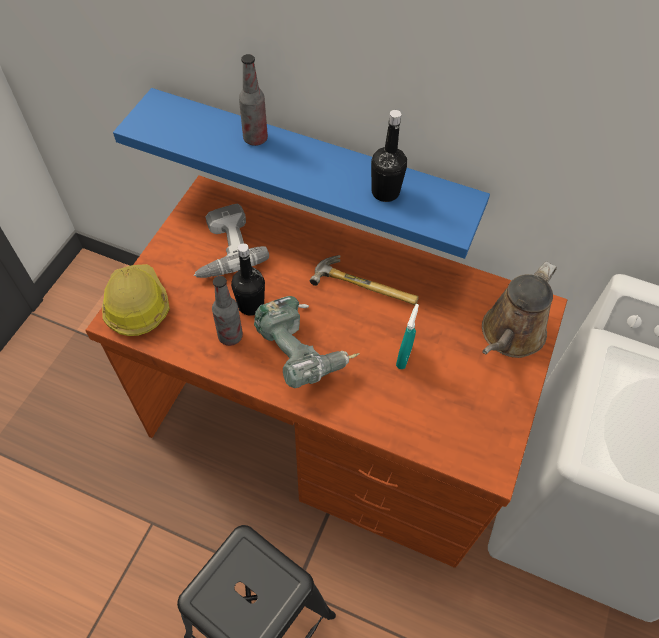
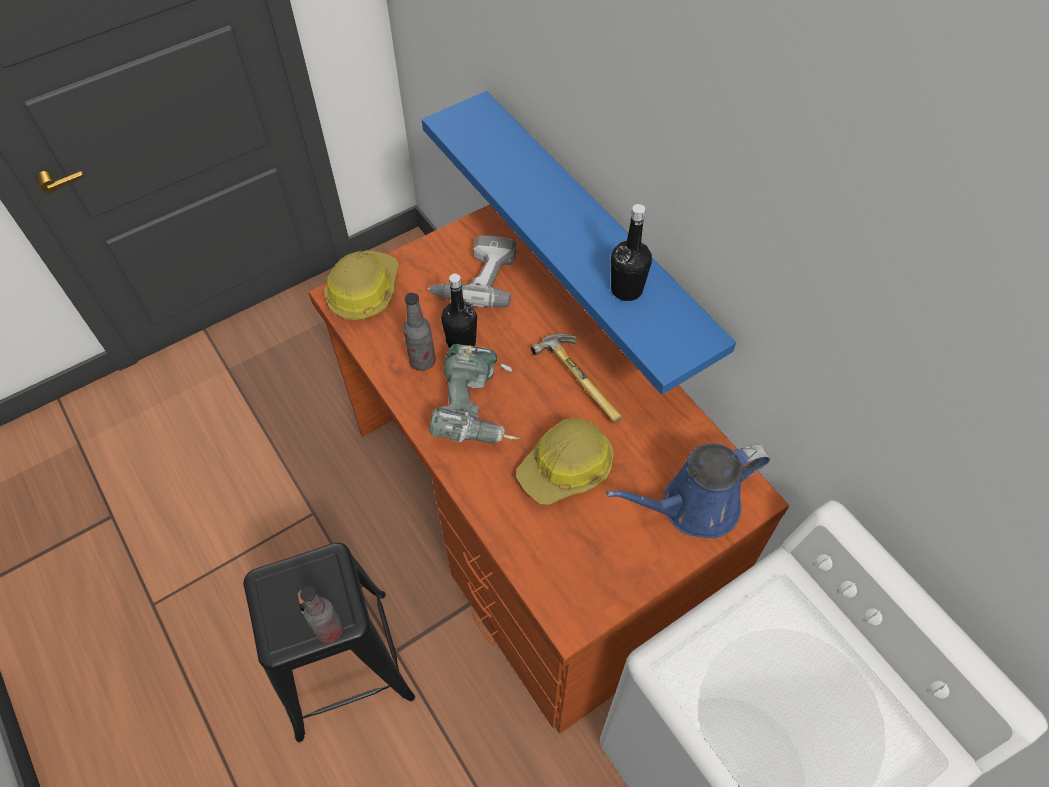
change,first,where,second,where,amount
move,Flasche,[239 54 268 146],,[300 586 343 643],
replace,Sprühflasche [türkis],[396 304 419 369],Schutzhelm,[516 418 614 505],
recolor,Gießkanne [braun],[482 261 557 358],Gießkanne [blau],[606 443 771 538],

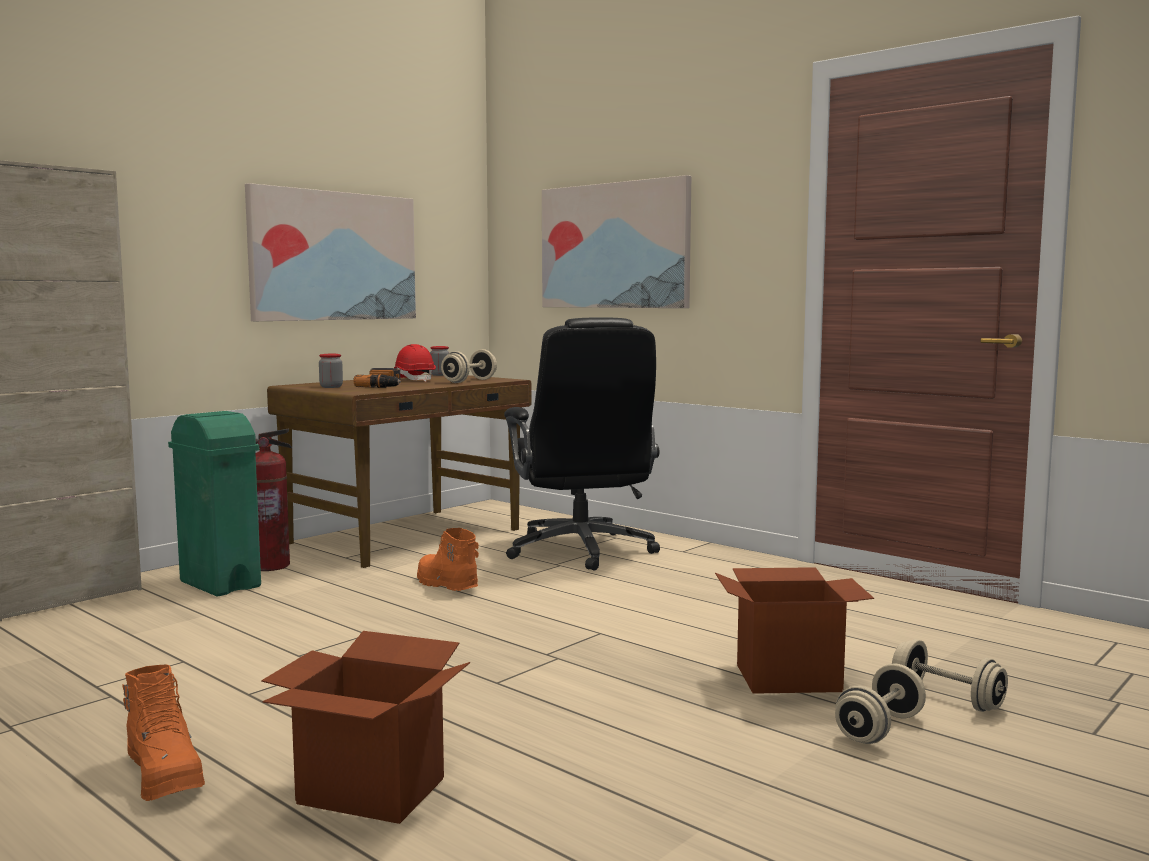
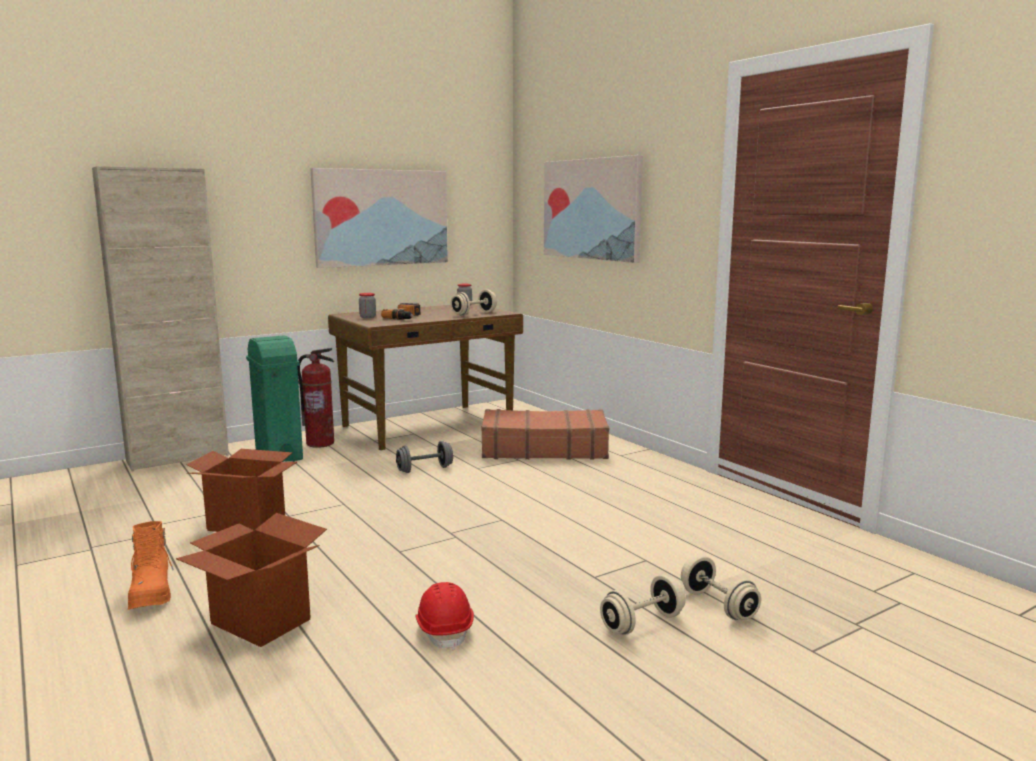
change,first,where,second,where,amount
move,Schutzhelm [rot],[394 344 436 382],,[415 582 474 650],
replace,Stiefel [orange],[417 528 479 591],Hantel [grau],[396 441 453 473],
replace,Bürostuhl [schwarz],[504 317 660 571],Koffer [braun],[481 409 609 460],
move,Karton,[715 567 874 694],,[186 449 297 532],

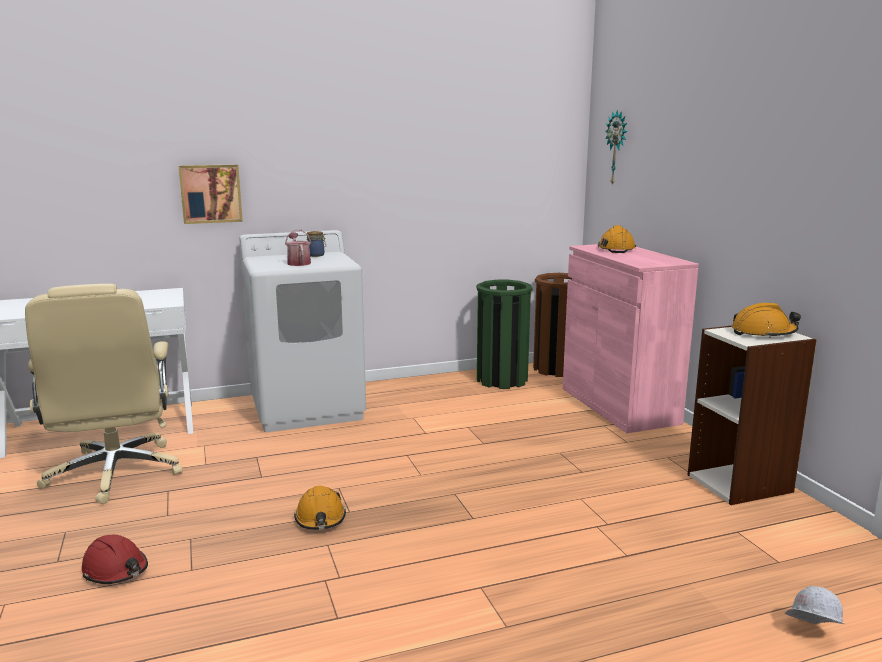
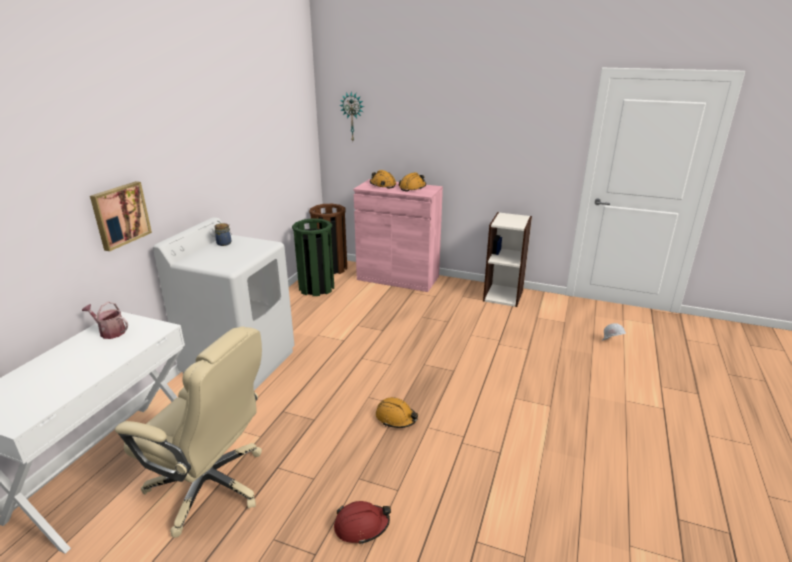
change,first,where,second,where,amount
move,Gießkanne,[285 230 311 266],,[82 302 128 339],
move,Schutzhelm [orange],[732 303 801 338],,[398 172 426 192],

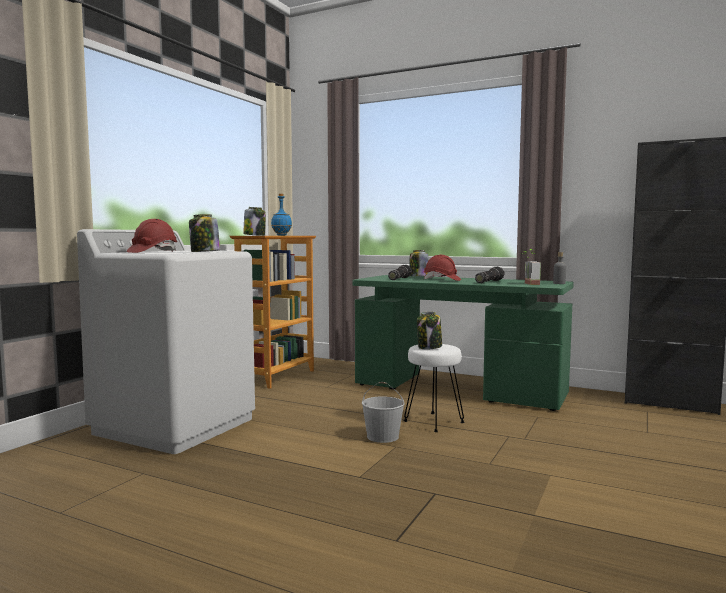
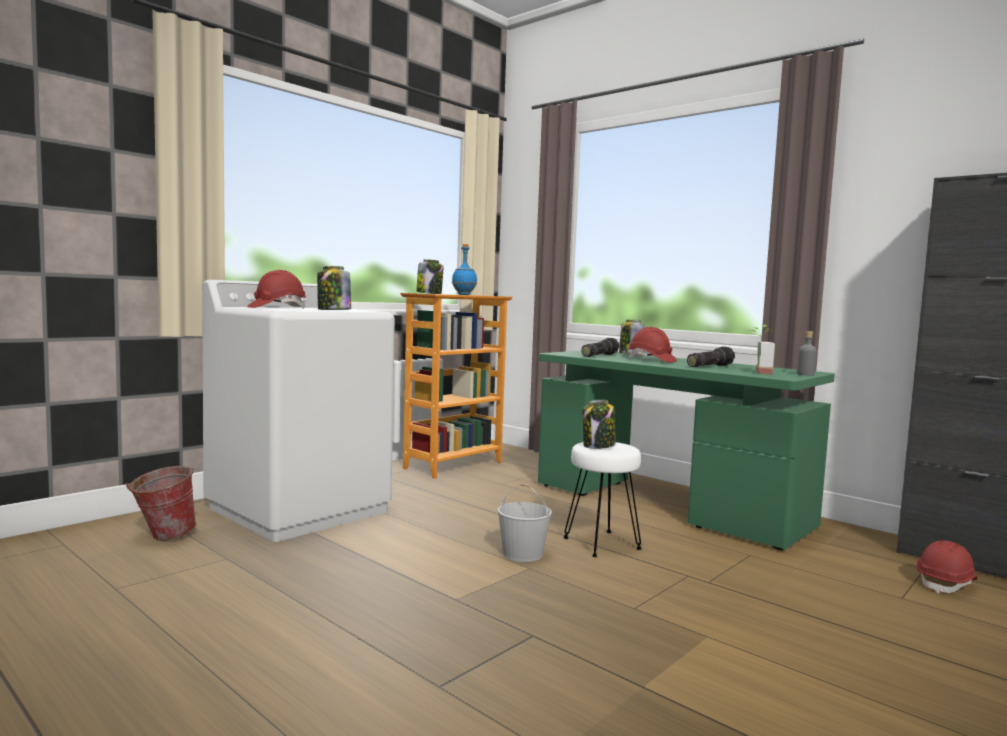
change,first,where,second,where,amount
insert,,,Eimer,[126 466 196 541],
insert,,,Schutzhelm [rot],[916 540 978 594],

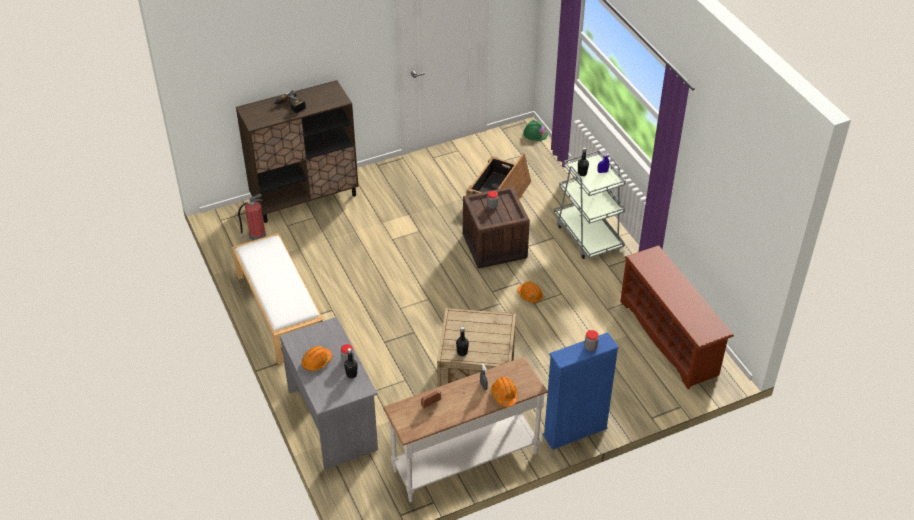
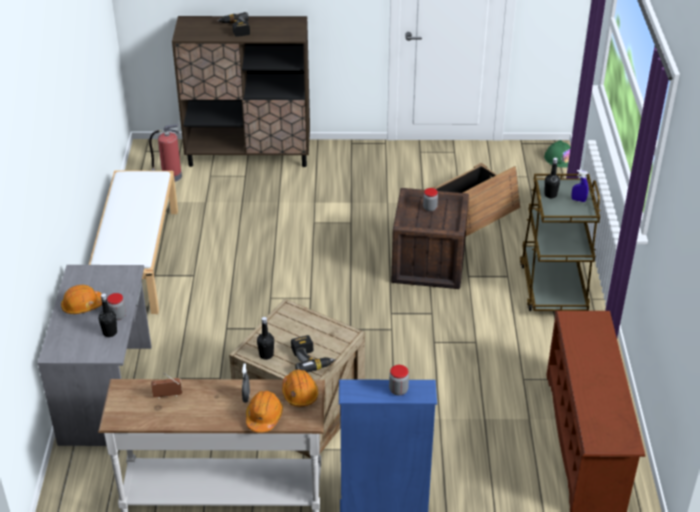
change,first,where,second,where,amount
move,Schutzhelm [orange],[517 281 543 303],,[282 370 318 407],
recolor,Rollwagen [grau],[554 150 626 259],Rollwagen [braun],[520 174 601 311],
insert,,,Bohrmaschine,[291 335 336 373],

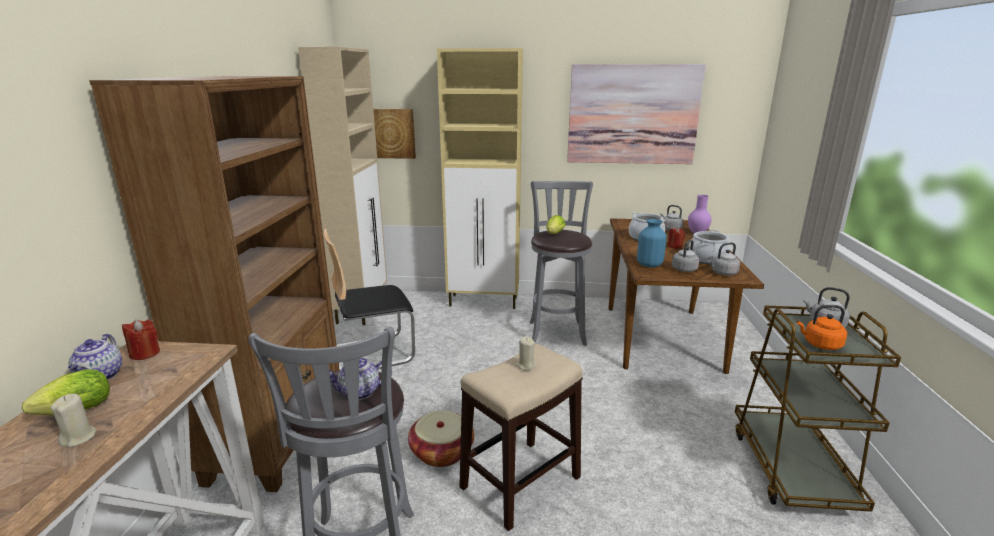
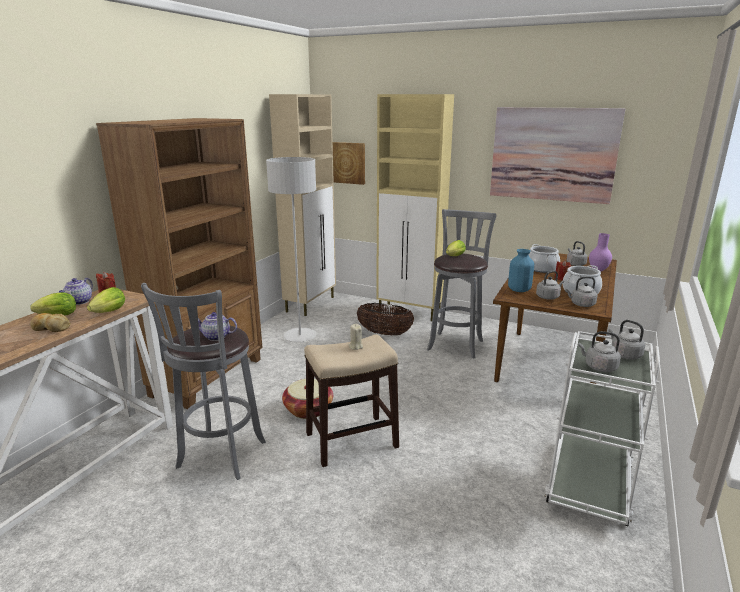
change,first,where,second,where,amount
replace,Kerze [beige],[51 394 96 447],Brot,[30 313 71 332],
replace,Stuhl,[324 229 415 370],Stehlampe [grau],[266 157 316 342],
recolor,Rollwagen [braun],[735 306 901 512],Rollwagen [weiß],[544 331 660 526],
recolor,Wasserkessel [orange],[797 305 847 350],Wasserkessel [grau],[578 331 621 372],
insert,,,Salatkopf,[87 287 125 313],
insert,,,Korb,[357 303 414 335],

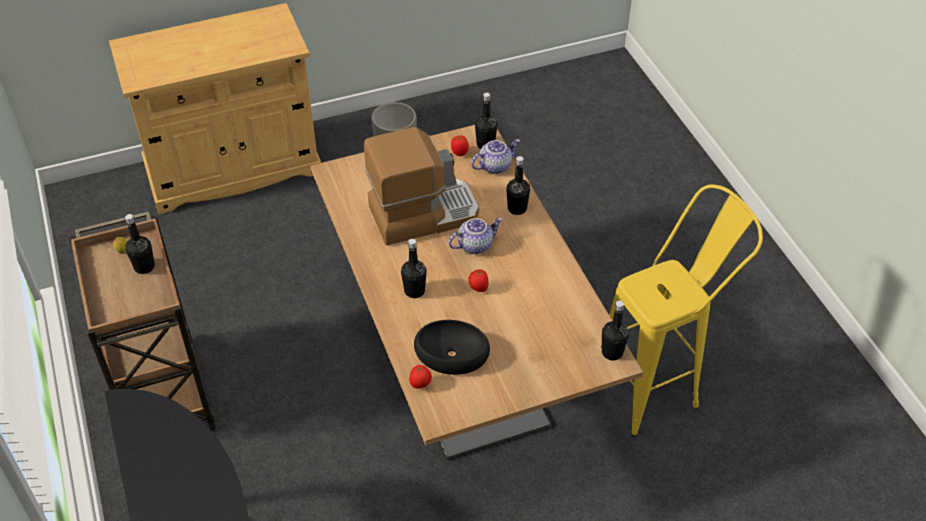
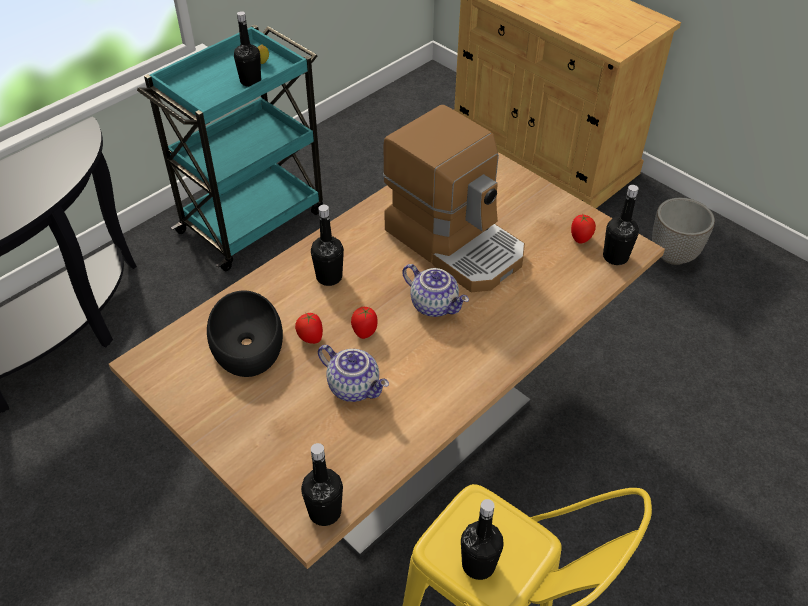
change,first,where,second,where,amount
recolor,Rollwagen [braun],[69 212 216 432],Rollwagen [türkis],[137 25 323 271],
move,Tomate,[409 365 432 389],,[295 313 323 344],
move,Teekanne,[471 139 520 174],,[318 345 389 402],
move,Flasche [schwarz],[506 156 530 215],,[461 499 503 580],

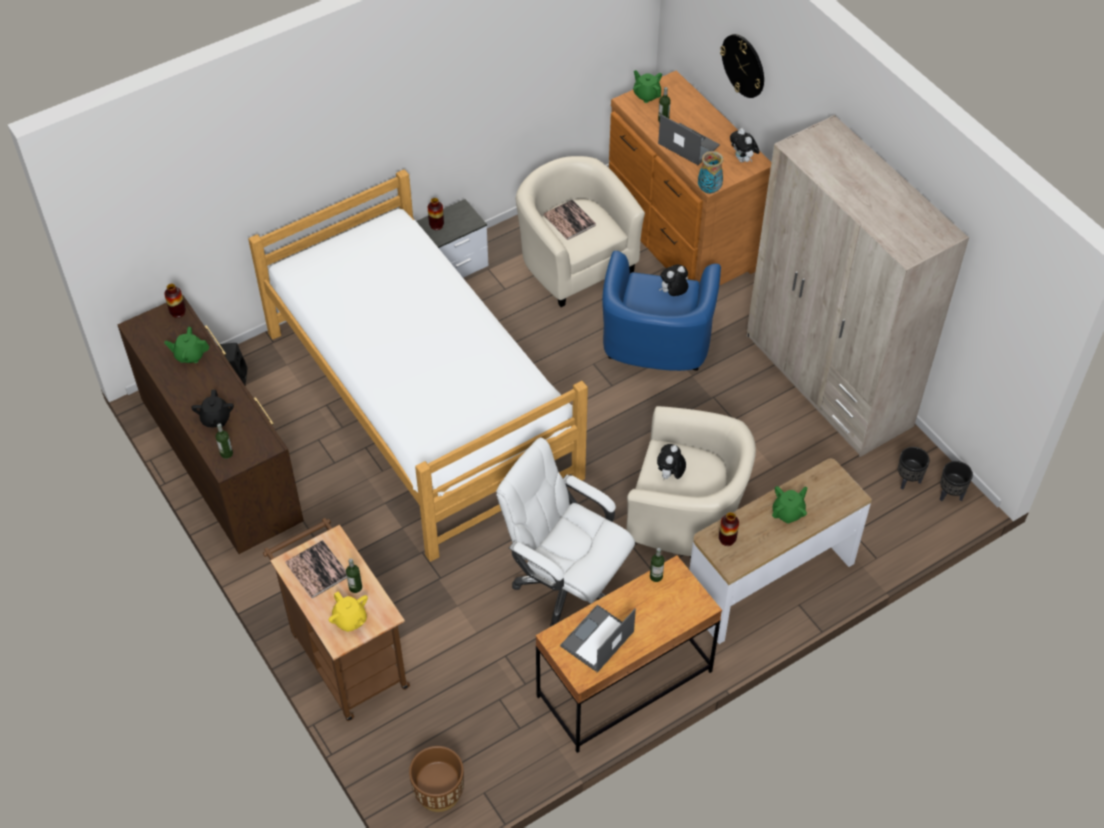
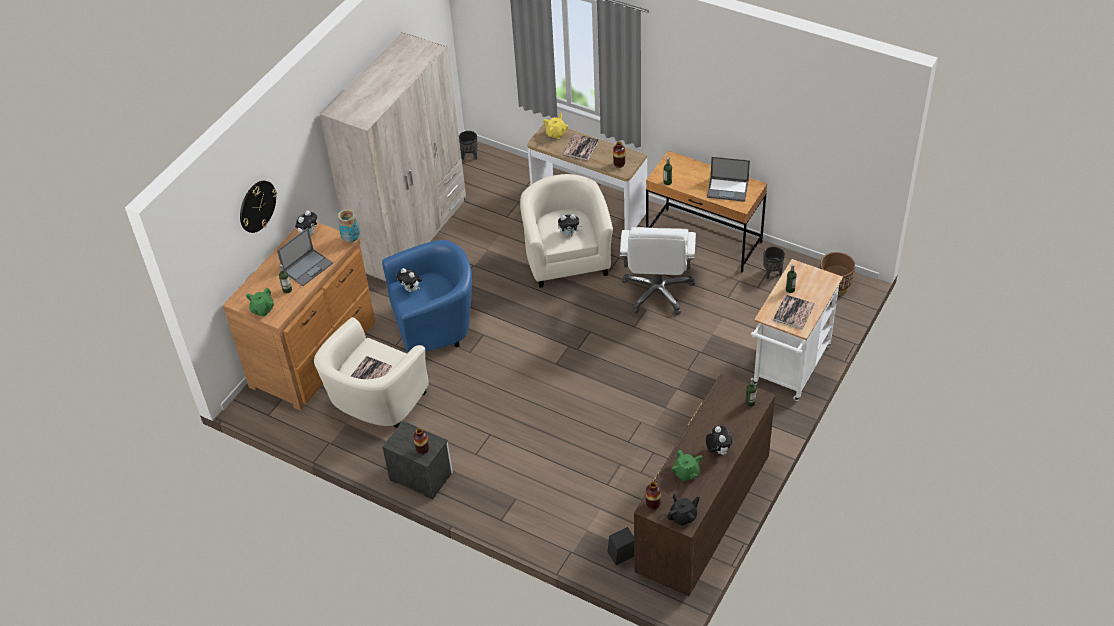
change,first,where,second,where,amount
move,Teekanne [schwarz],[191 390 234 427],,[667 494 700 526],
delete,Bett,[248 169 588 562],,,
recolor,Rollwagen [braun],[263 518 410 721],Rollwagen [weiß],[751 259 843 401],
move,Teekanne [gelb],[329 591 368 632],,[543 113 568 139],
rotate,Laptop,[658 115 720 165],,[277 228 333 286],150 degrees counterclockwise
replace,Teekanne [grün],[772 486 807 524],Buch,[562 134 599 161],
move,Pflanzkübel [schwarz],[898 447 930 490],,[763 247 785 279],
insert,,,Plüschtier,[706 425 732 455],

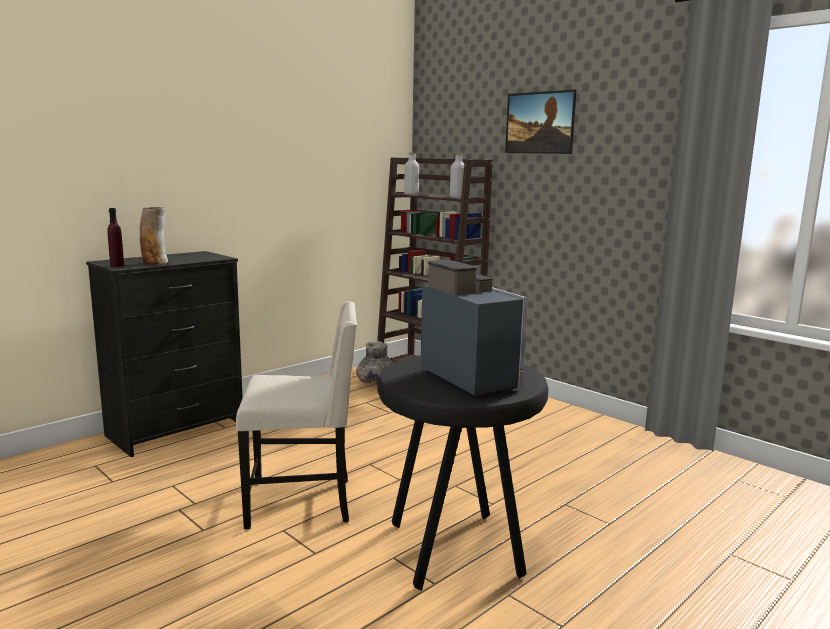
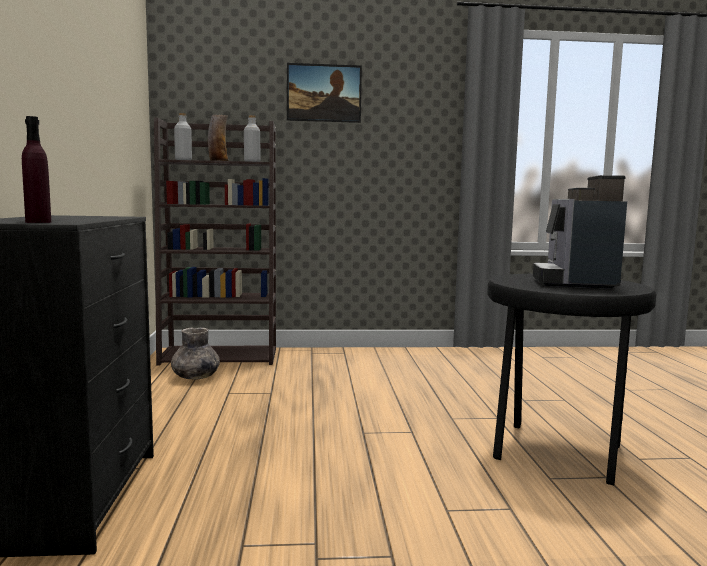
change,first,where,second,where,amount
move,Vase,[140 207 168 265],,[208 115 228 161],
delete,Stuhl [beige],[236 301 357 529],,,
rotate,Kaffeemaschine,[421 260 528 396],,[533 175 627 289],90 degrees counterclockwise

